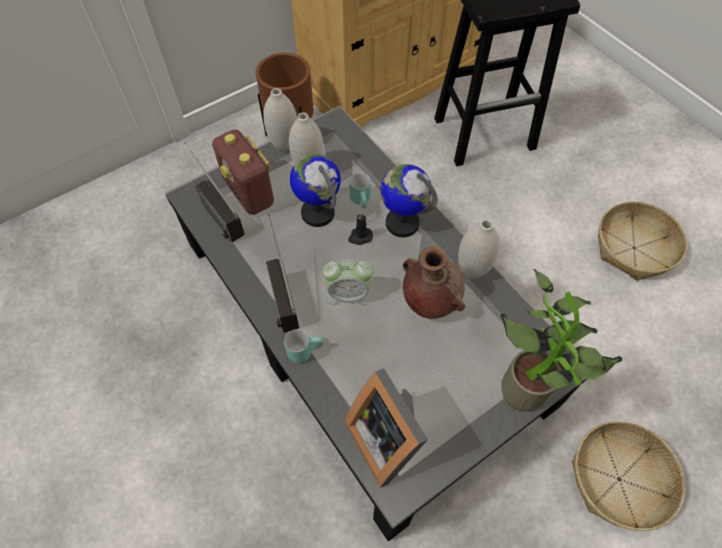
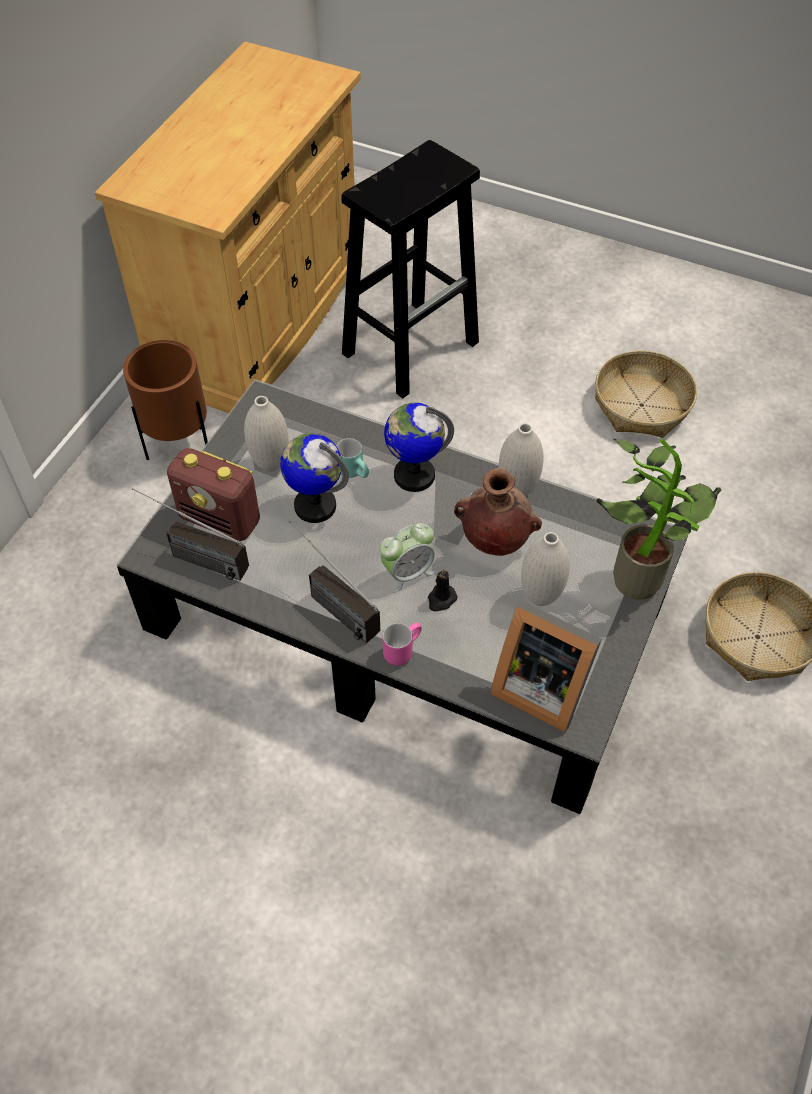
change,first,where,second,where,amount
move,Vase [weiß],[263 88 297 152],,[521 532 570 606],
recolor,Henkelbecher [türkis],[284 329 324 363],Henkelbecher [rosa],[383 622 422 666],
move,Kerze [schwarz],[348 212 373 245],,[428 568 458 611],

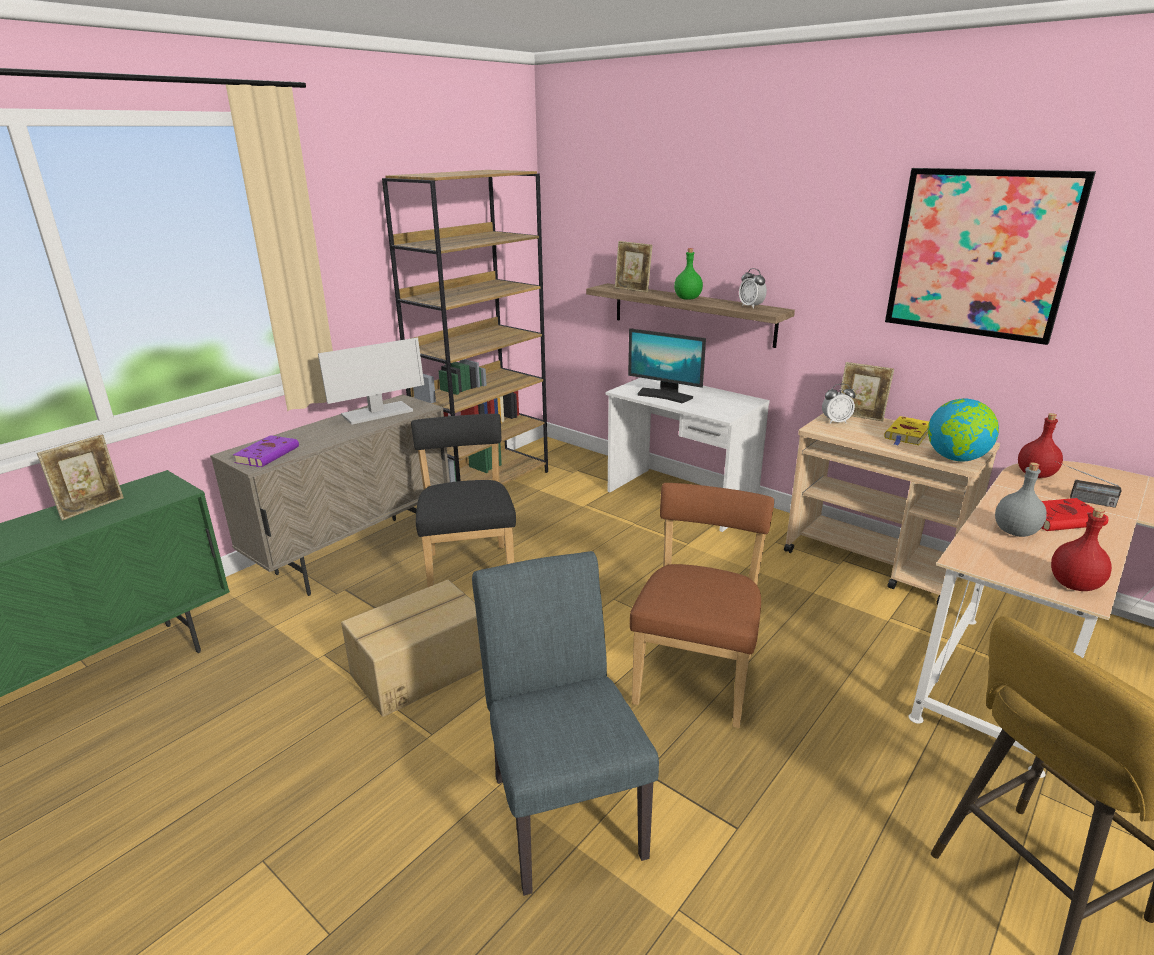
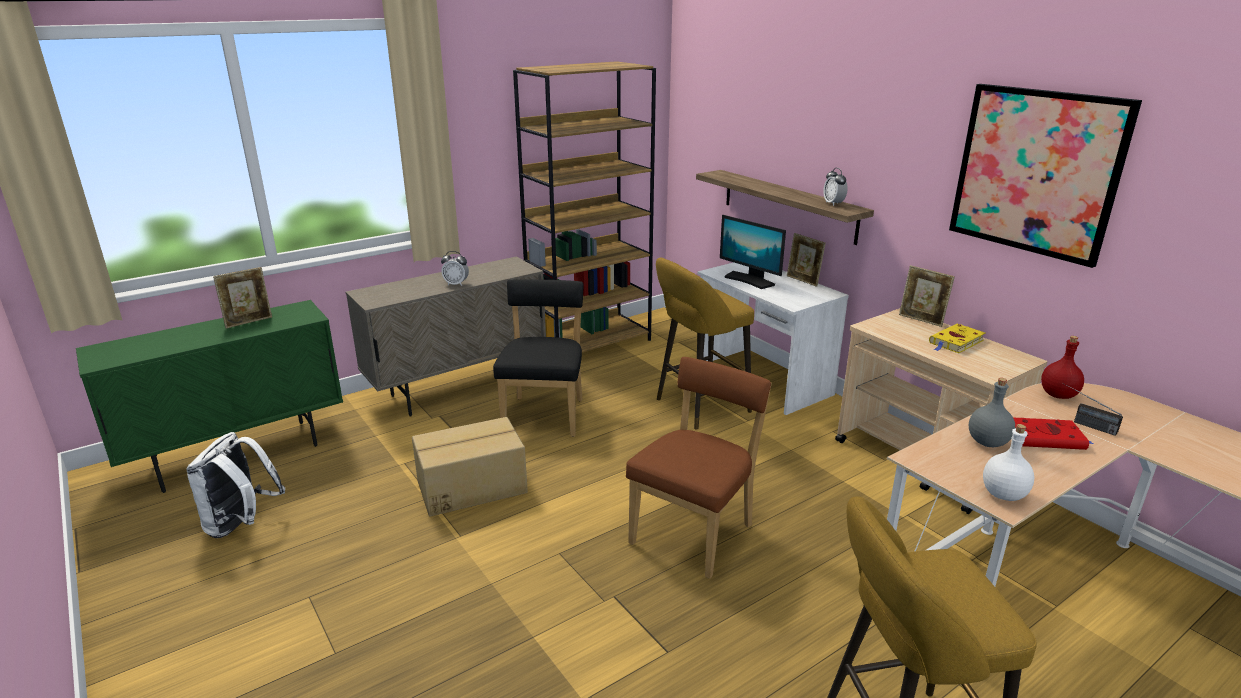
change,first,where,second,where,amount
delete,Buch [lila],[233 435 299 467],,,
delete,Monitor,[318 338 424 425],,,
delete,Stuhl [grau],[472 551 659 896],,,
move,Bilderrahmen,[615 241 653 293],,[787 233 826 287],
delete,Flasche [grün],[674 248 703 300],,,
move,Wecker,[822 384 856 424],,[441 251 469 286],
delete,Globus,[928 399 999 462],,,
recolor,Flasche [rot],[1051 508 1112 591],Flasche [weiß],[983 424 1034 501],
insert,,,Rucksack [weiß],[186 432 285 538],
insert,,,Hocker [gelb],[656 258 754 429],

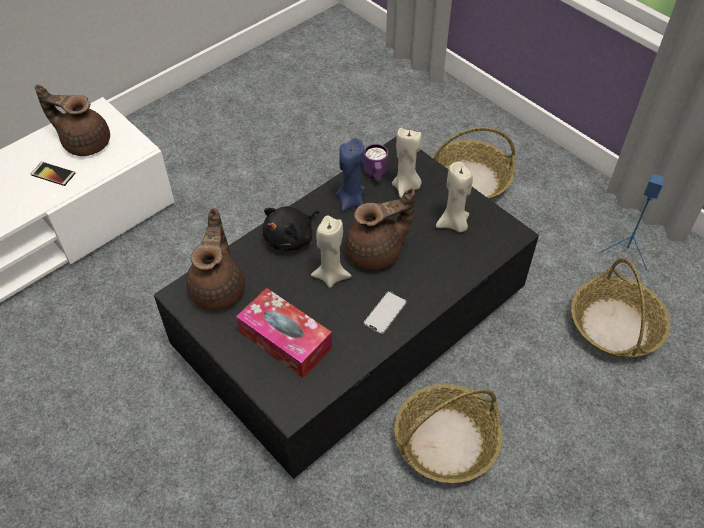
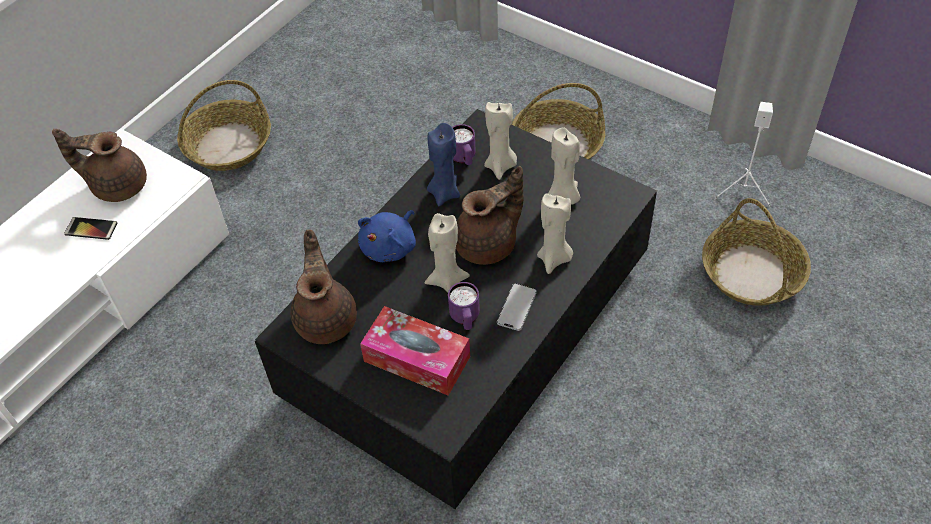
change,first,where,second,where,amount
recolor,Plüschtier [schwarz],[262 206 319 251],Plüschtier [blau],[358 210 416 262],
move,Korb,[394 384 502 483],,[177 80 271 171],
recolor,Lautsprecher [blau],[599 174 664 270],Lautsprecher [weiß],[715 102 773 207],
insert,,,Henkelbecher [lila],[448 282 480 330],
insert,,,Kerze [beige],[537 193 573 274],

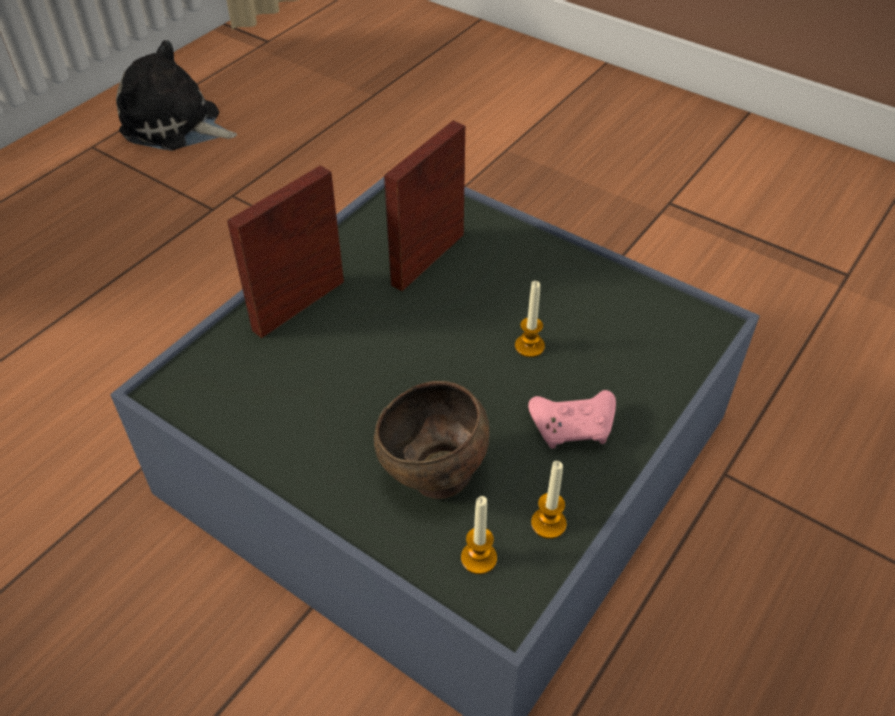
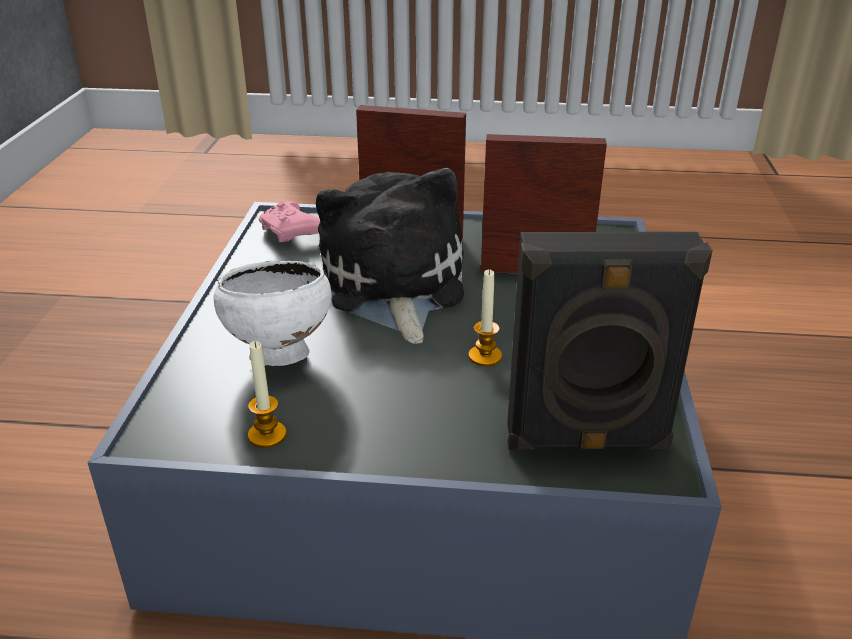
change,first,where,second,where,amount
move,Plüschtier,[116 40 237 151],,[316 168 464 344],
recolor,Schüssel [braun],[374 381 490 499],Schüssel [weiß],[214 260 332 366],
delete,Kerze,[461 496 497 574],,,
move,Gamepad [rosa],[528 390 616 449],,[258 202 320 242],
insert,,,Lautsprecher [schwarz],[507 232 713 450],

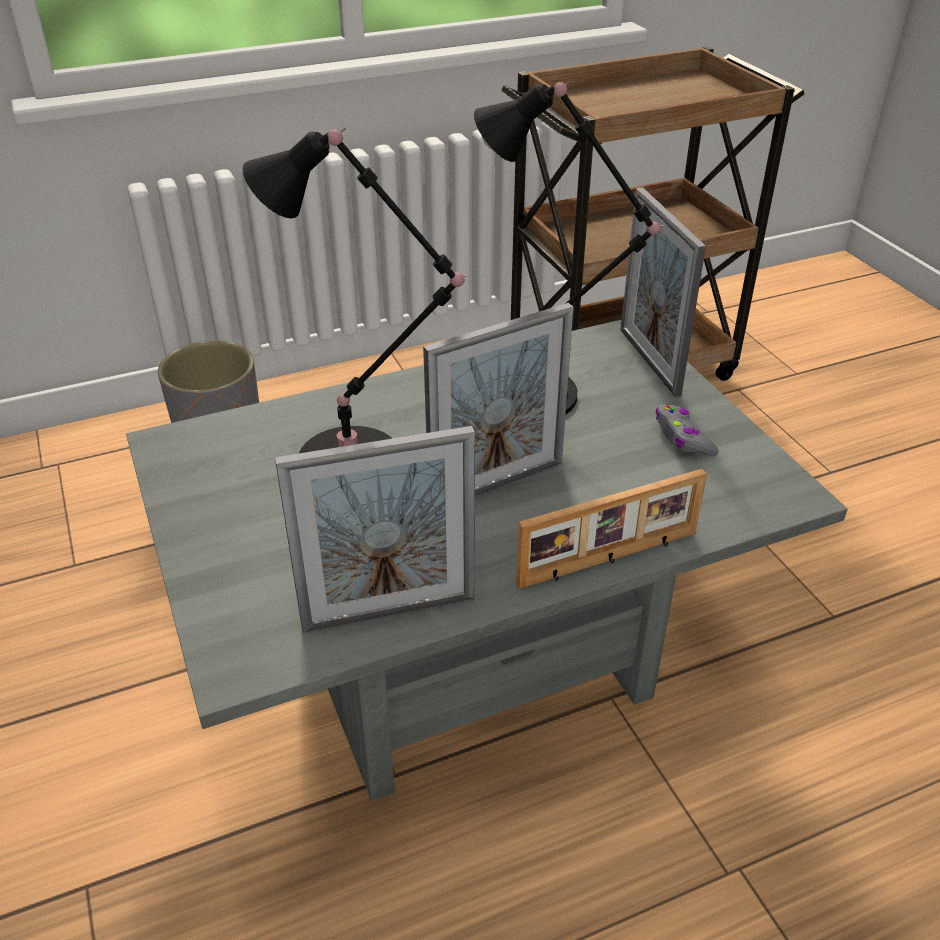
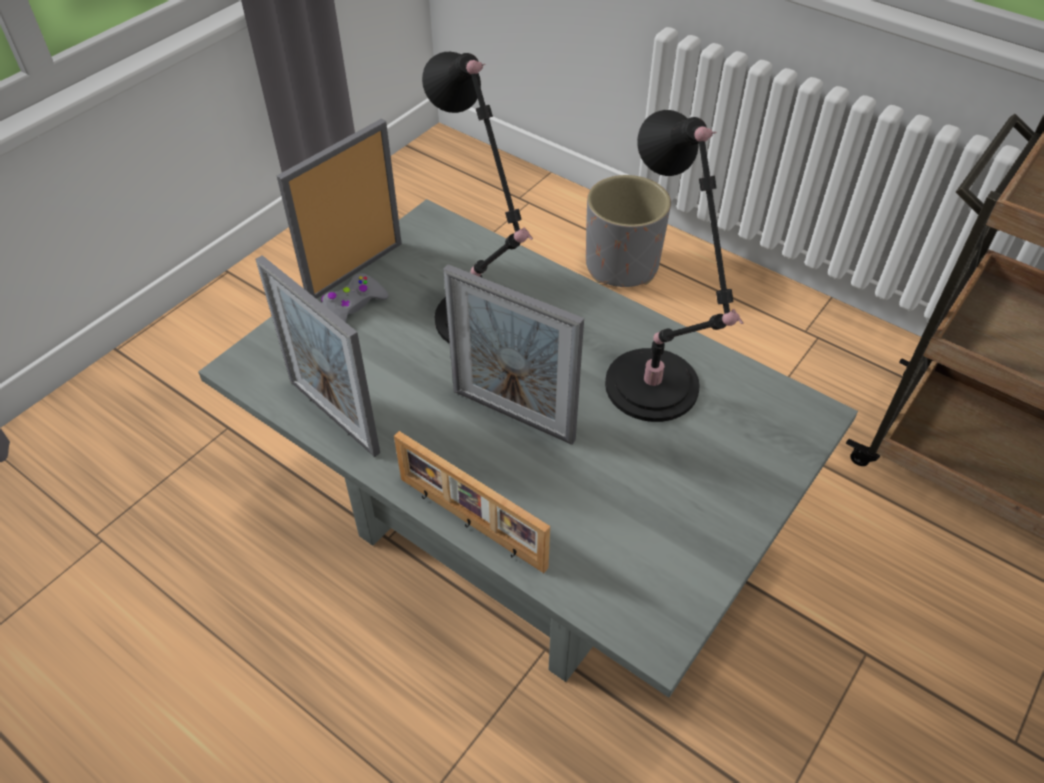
change,first,where,second,where,amount
move,Bilderrahmen,[620 187 706 397],,[277 118 402 299],
move,Gamepad [grau],[656 405 719 457],,[321 273 388 322],

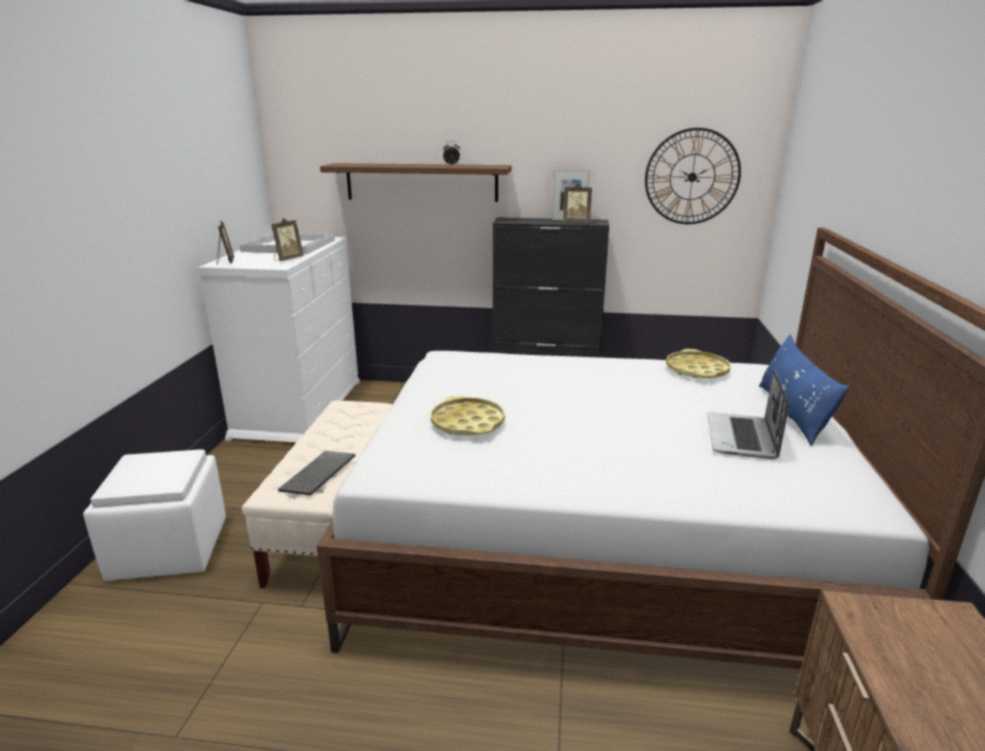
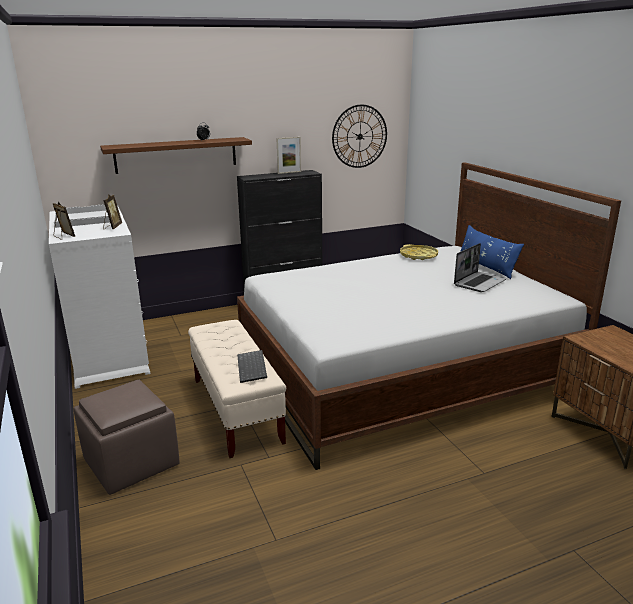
change,first,where,second,where,amount
recolor,Polsterhocker [weiß],[83 449 226 581],Polsterhocker [braun],[74 380 180 495],
delete,Tablett [gelb],[431 396 505 435],,,
delete,Bilderrahmen,[563 183 592 223],,,
rotate,Laptop,[707 369 789 459],,[454 243 506 292],120 degrees counterclockwise

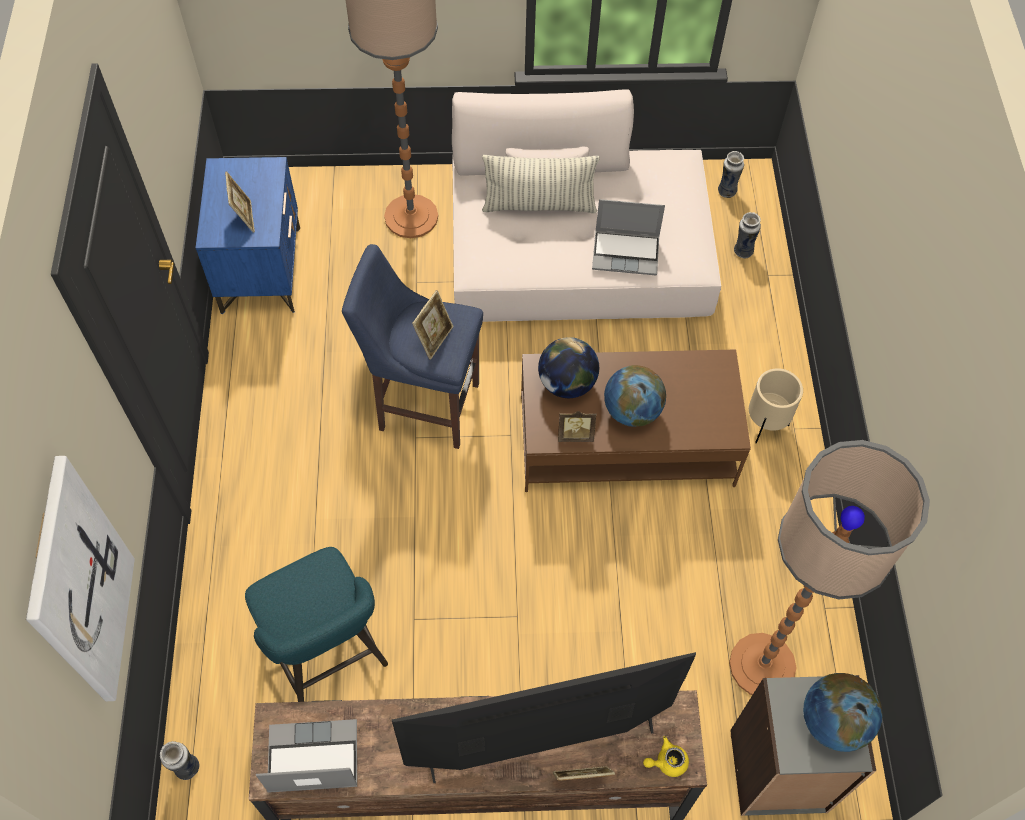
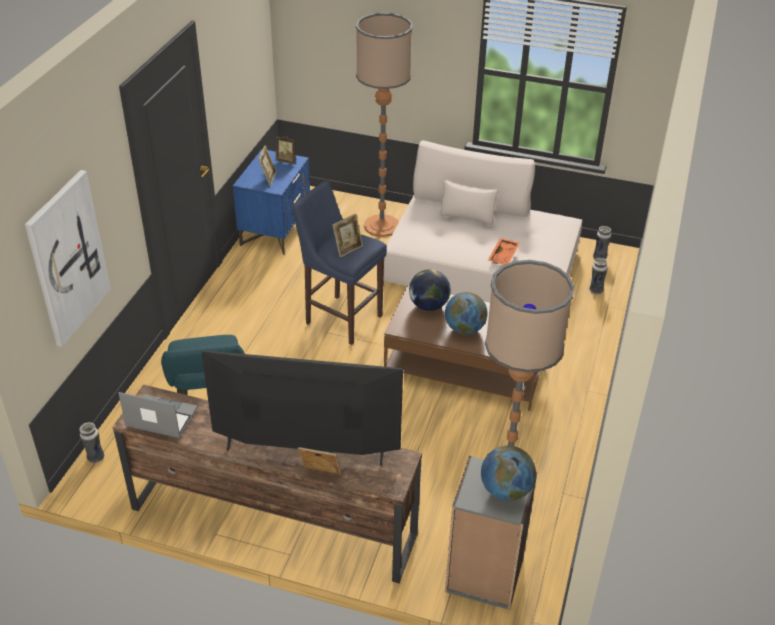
change,first,where,second,where,amount
delete,Kissen,[482 155 600 213],,,
move,Bilderrahmen,[558 411 597 442],,[276 136 297 164],
replace,Laptop,[592 199 665 276],Tablett [orange],[488 238 520 265],
delete,Teekanne [gelb],[643 736 689 777],,,
delete,Pflanzkübel [beige],[749 368 803 444],,,

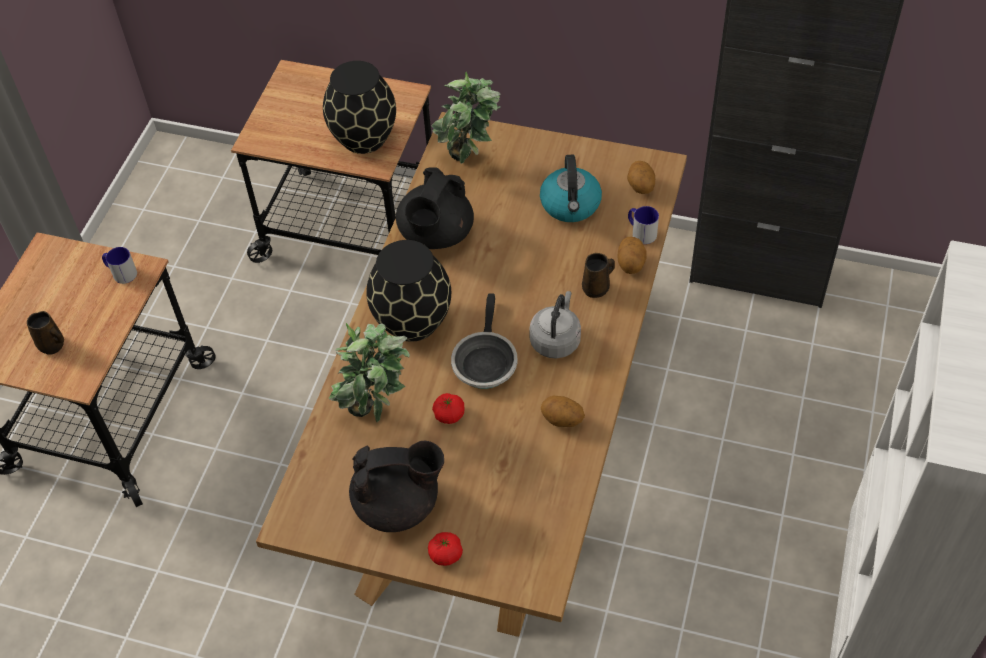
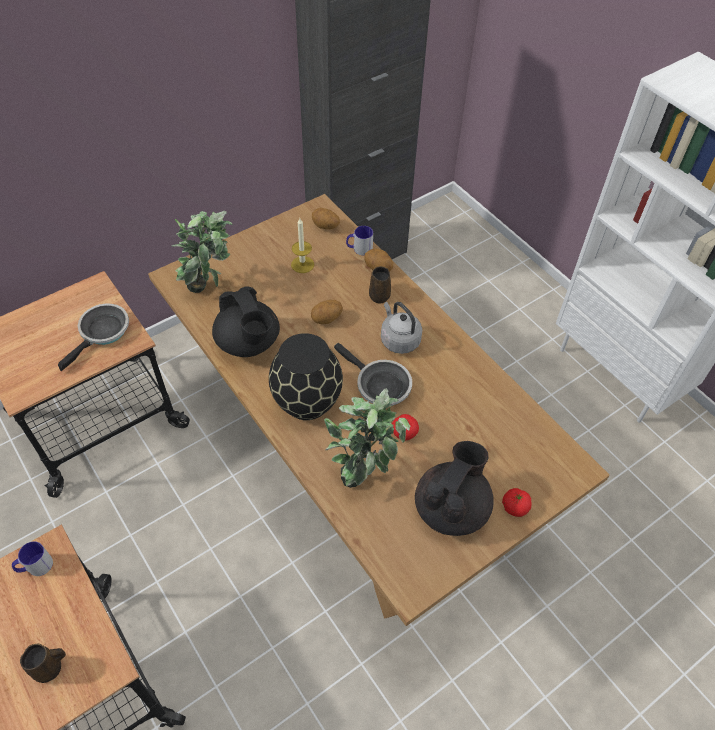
change,first,where,second,where,amount
replace,Vase [schwarz],[323 61 396 154],Pfanne,[58 304 129 371],
replace,Wasserkessel,[540 155 602 222],Kerze,[291 218 314 273],
move,Kartoffel,[541 396 585 427],,[311 300 343 324],

